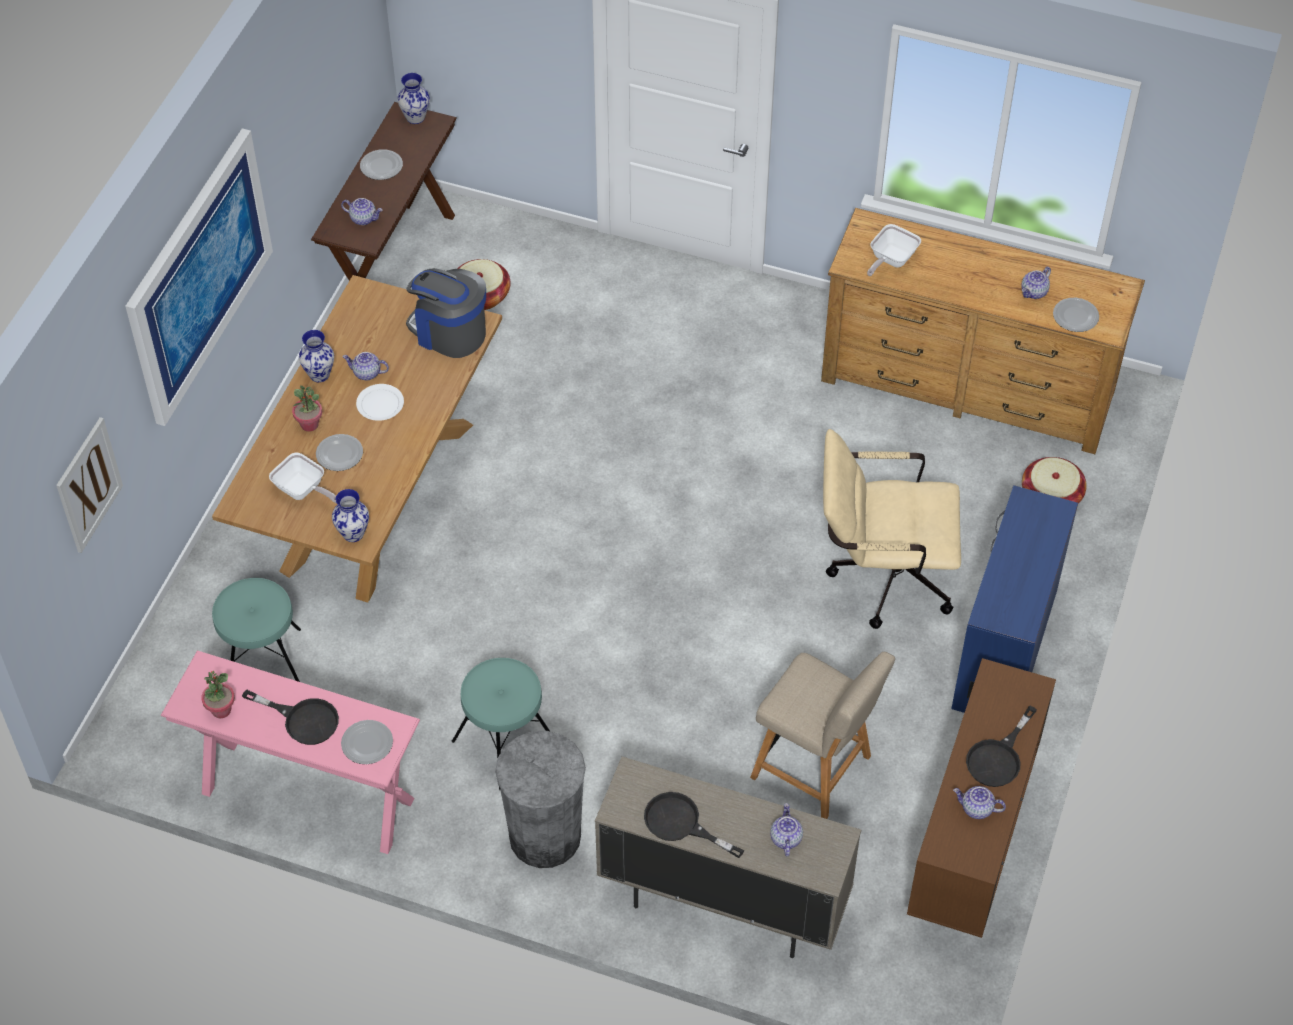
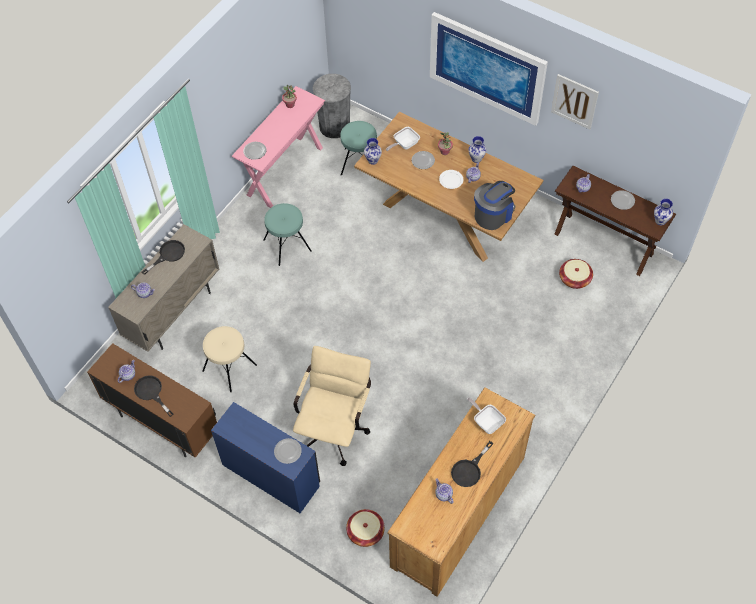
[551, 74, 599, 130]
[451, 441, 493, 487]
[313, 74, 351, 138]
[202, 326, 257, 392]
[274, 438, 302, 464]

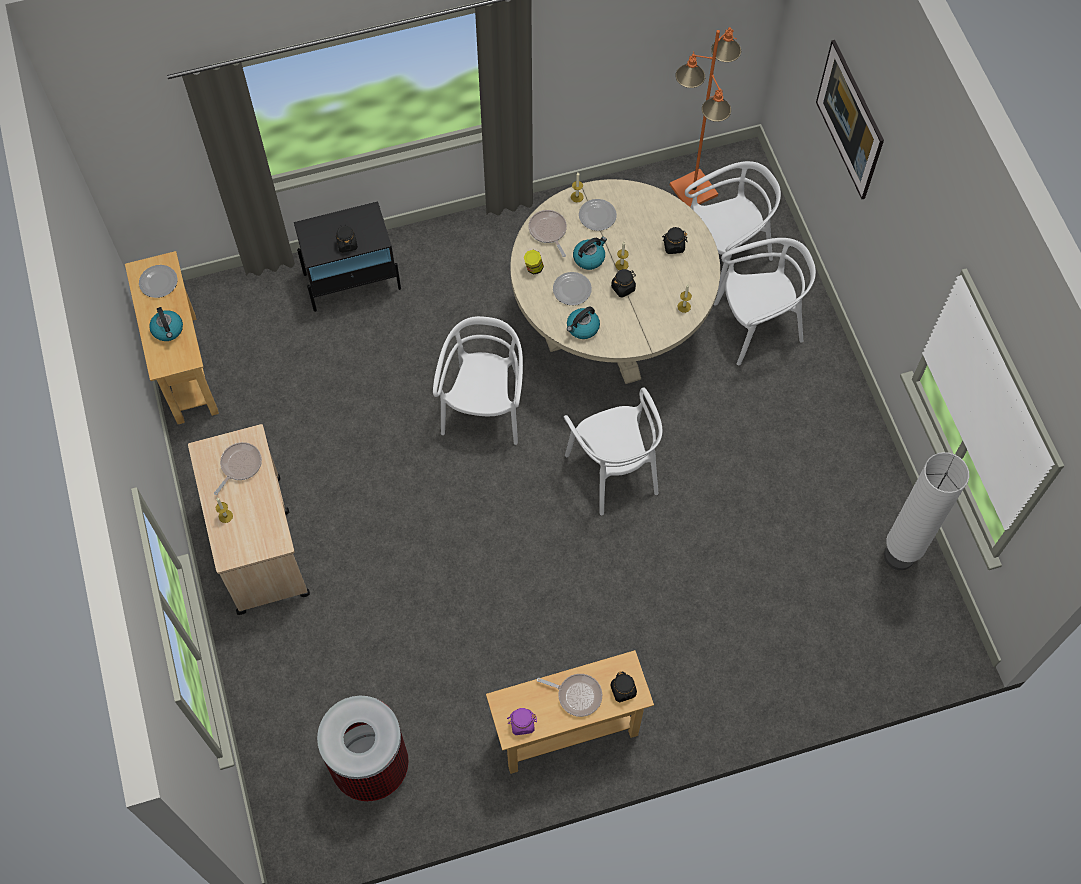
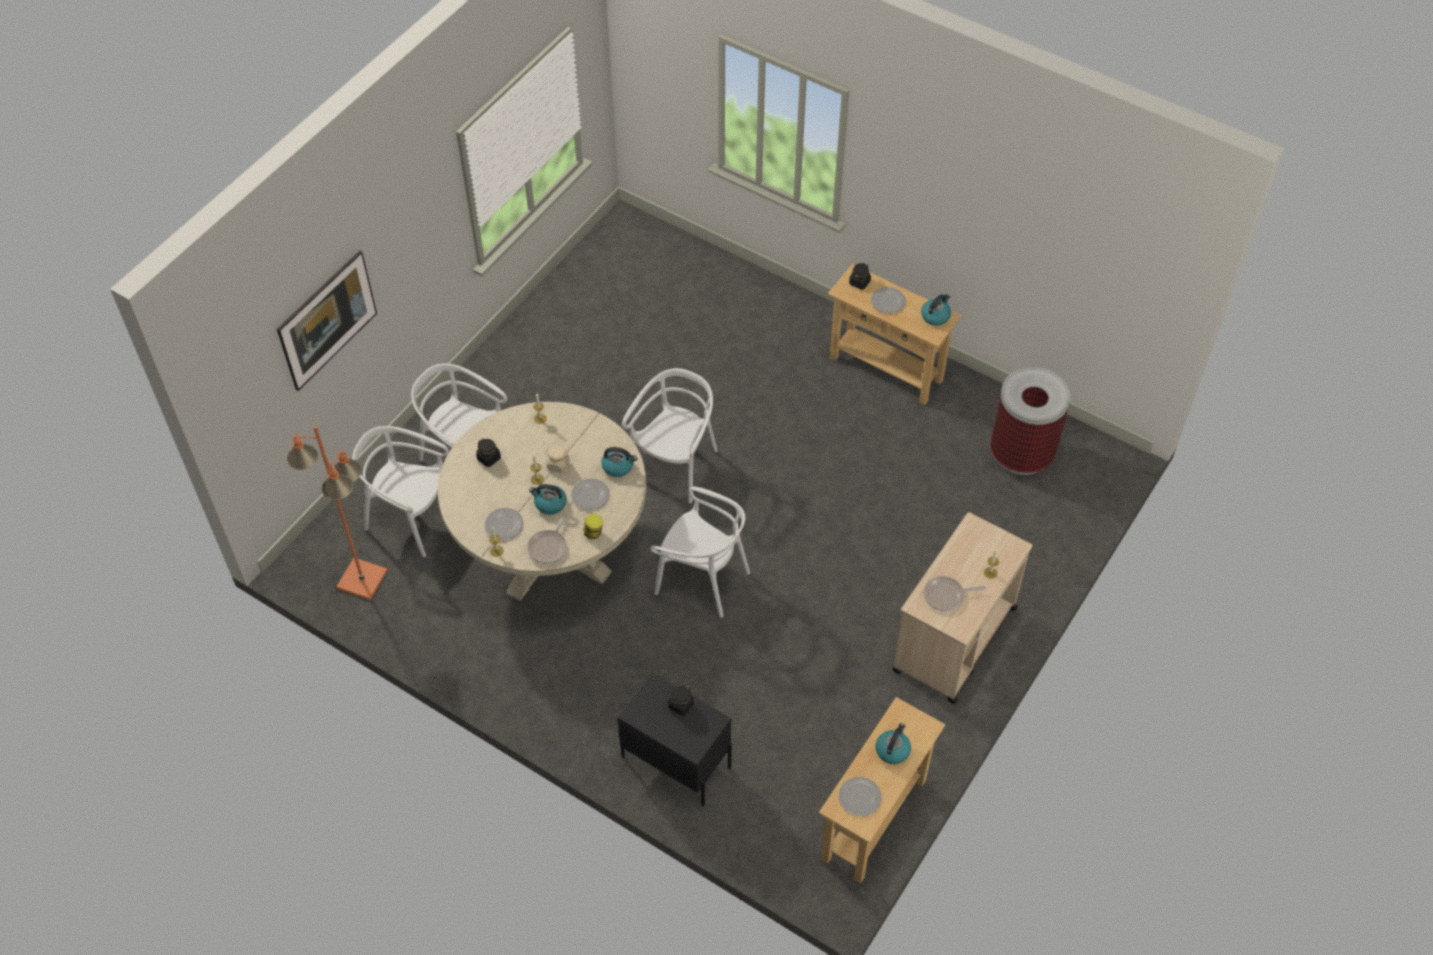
[650, 487, 750, 617]
[921, 294, 951, 326]
[871, 287, 906, 314]
[545, 446, 570, 473]
[884, 452, 969, 570] (first image)

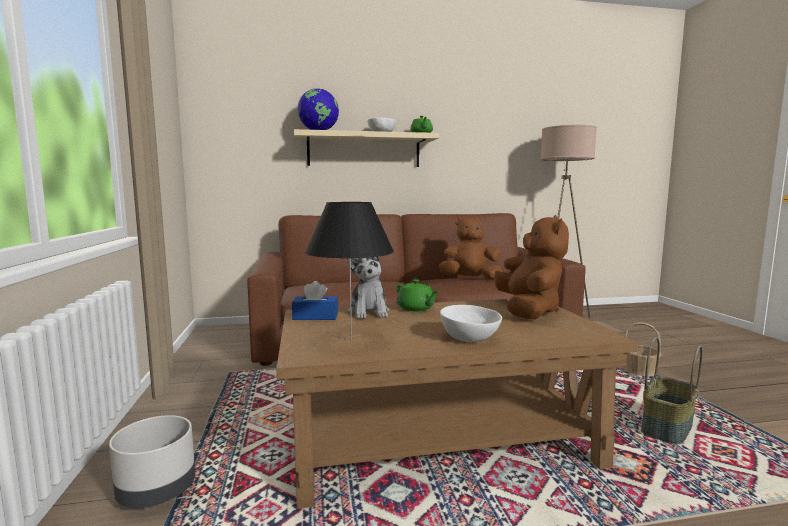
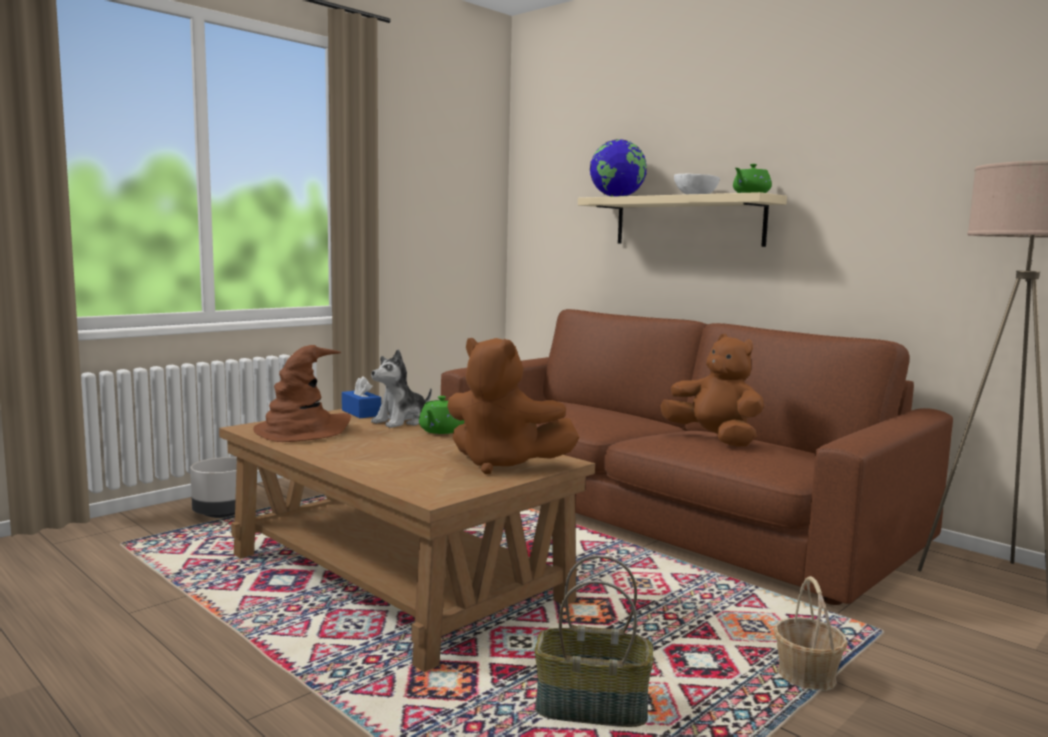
[253, 345, 351, 442]
[440, 305, 502, 342] (first image)
[447, 338, 579, 474]

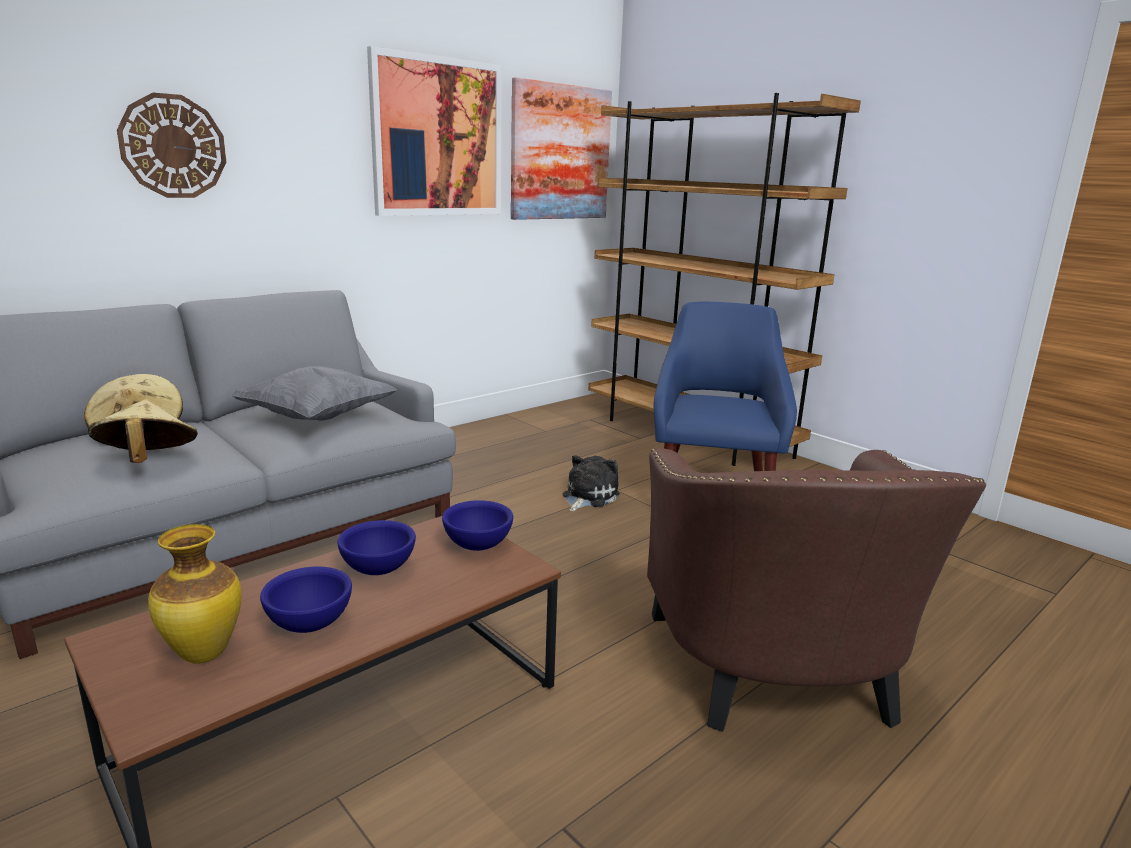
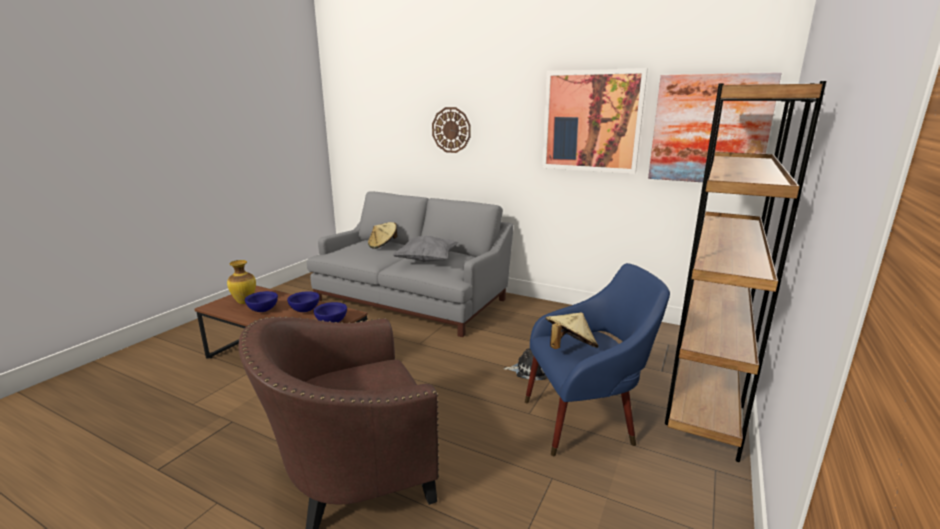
[545, 313, 598, 349]

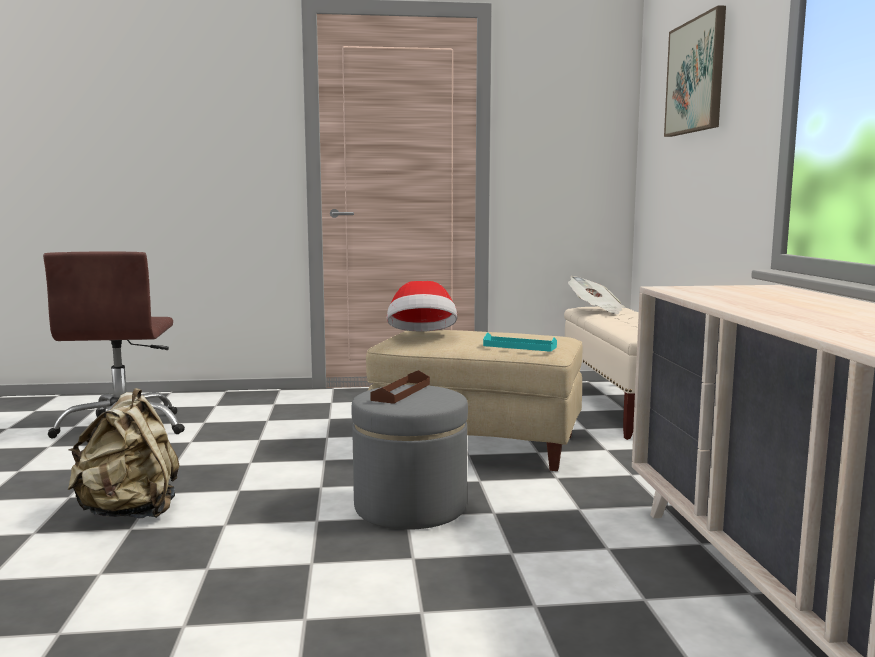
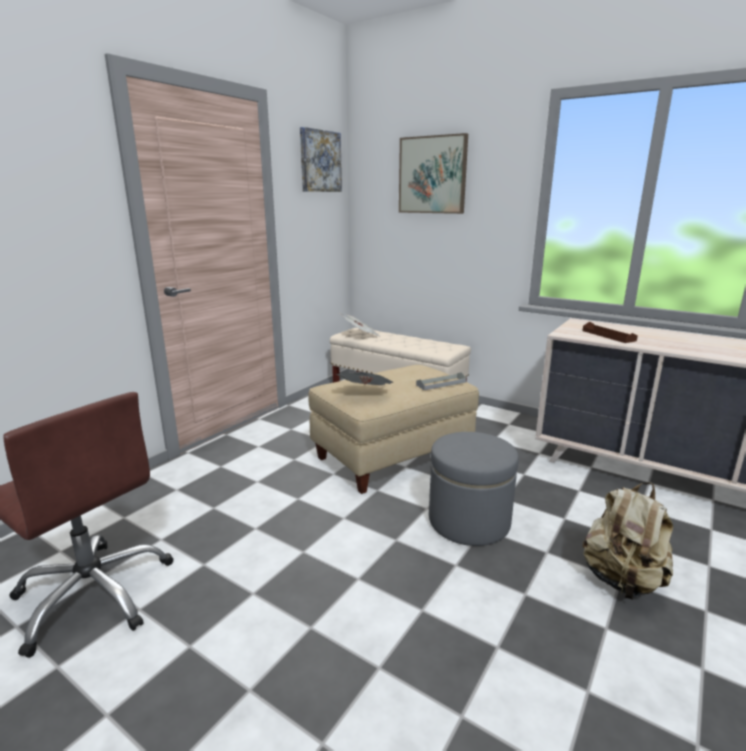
[583, 482, 673, 600]
[582, 322, 638, 343]
[336, 372, 393, 385]
[416, 372, 466, 390]
[300, 127, 342, 192]

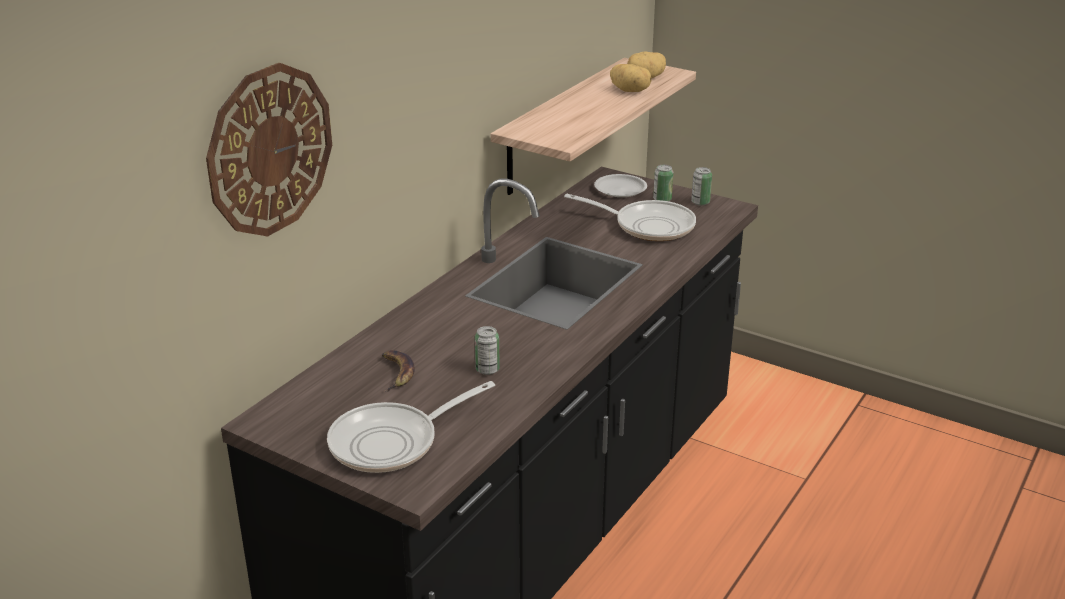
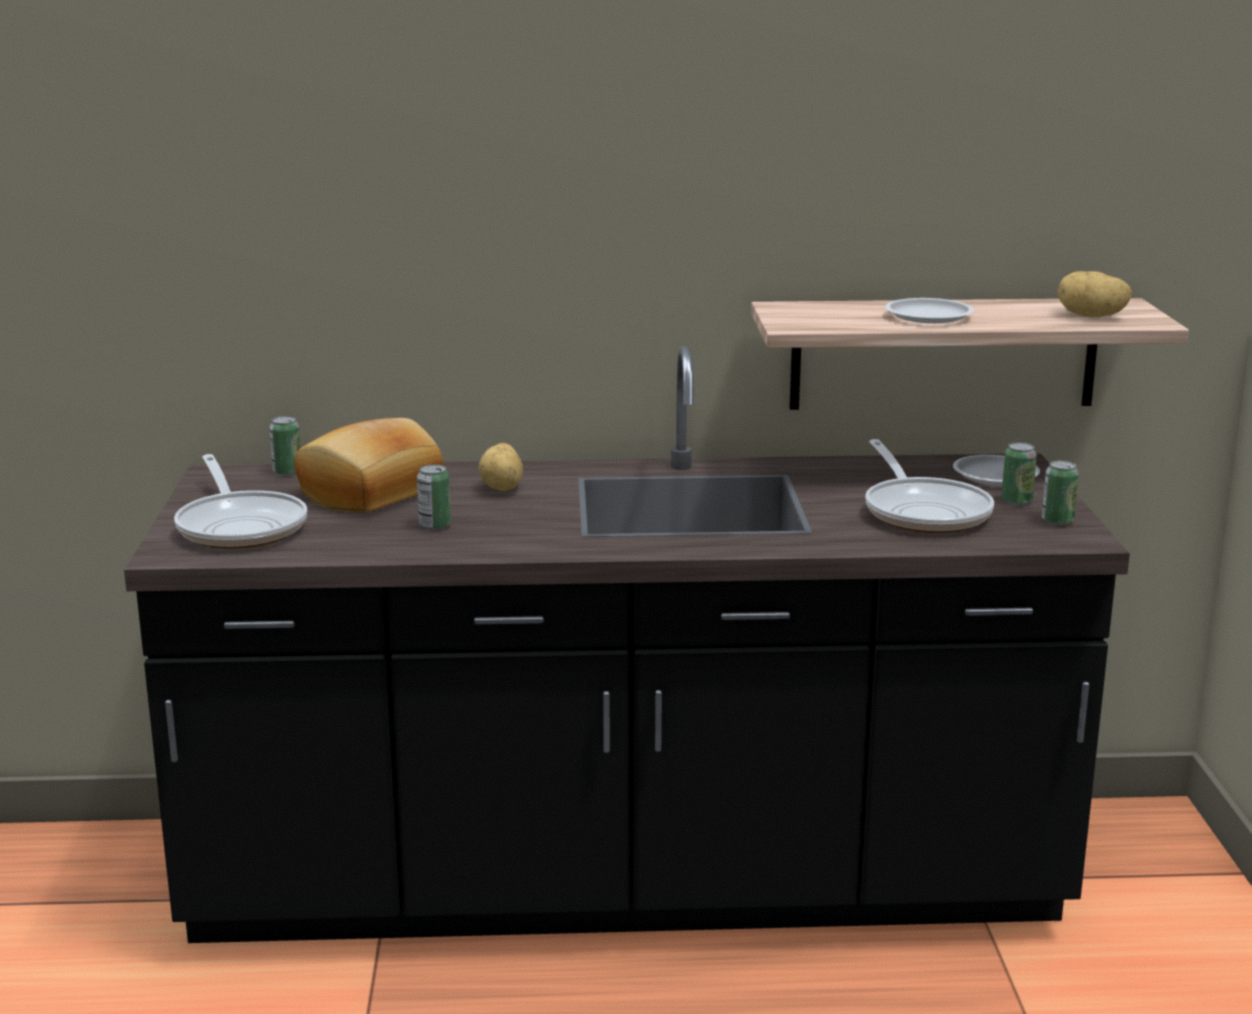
[206, 63, 332, 237] (first image)
[174, 454, 307, 549]
[294, 418, 443, 513]
[479, 443, 523, 491]
[269, 416, 301, 476]
[885, 298, 974, 323]

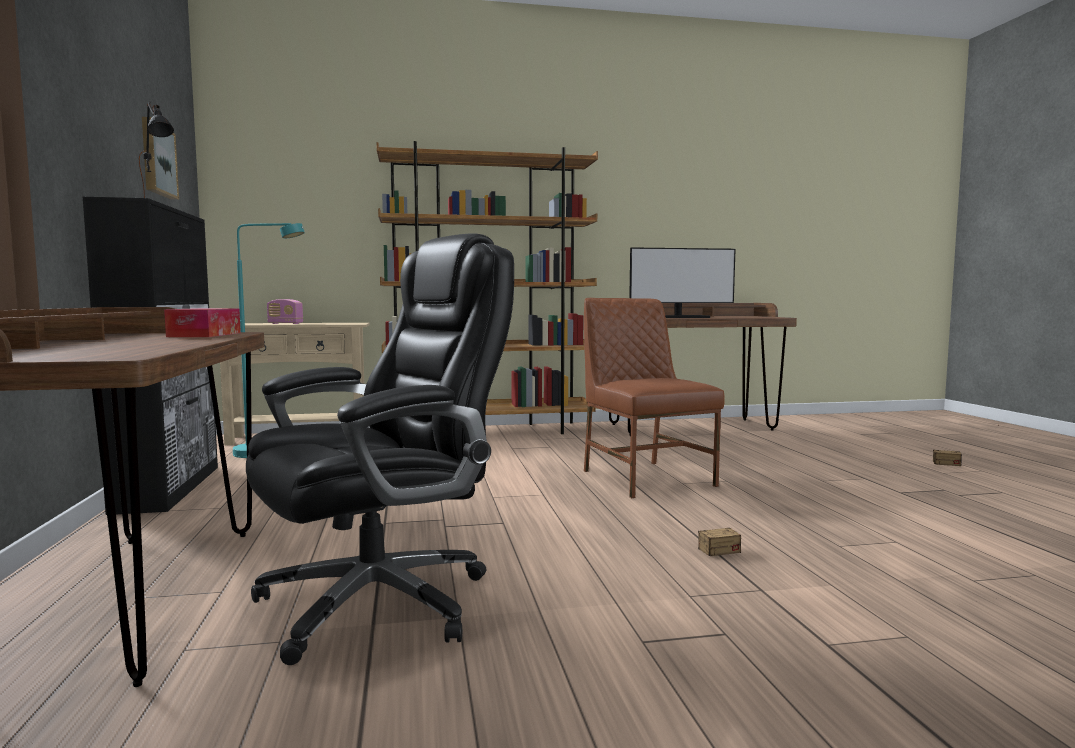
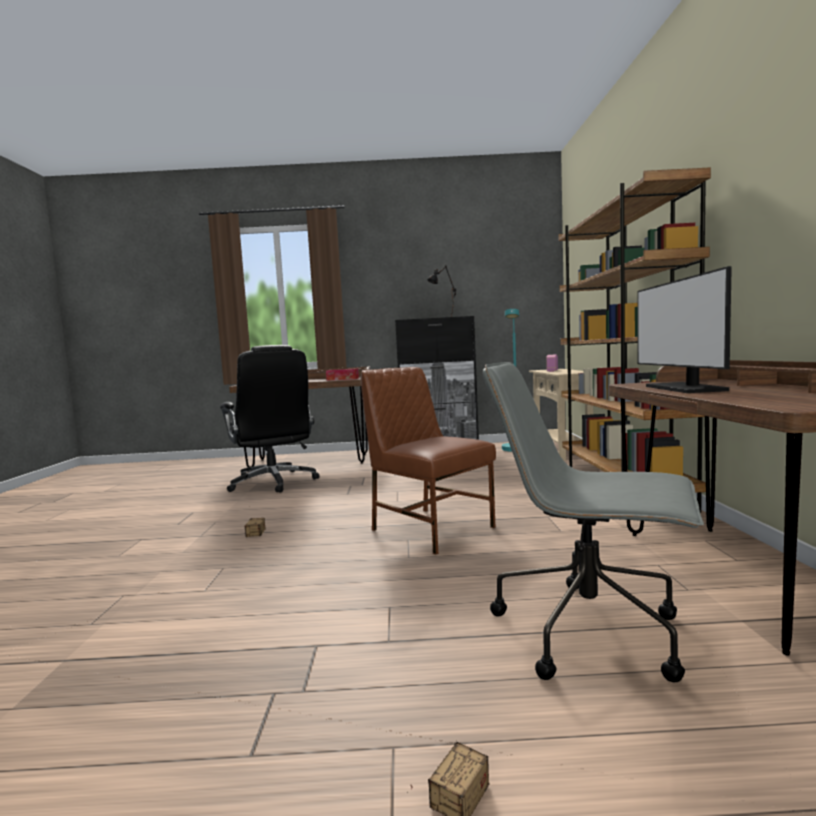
[142, 117, 179, 200] (first image)
[361, 367, 496, 555]
[483, 362, 704, 682]

